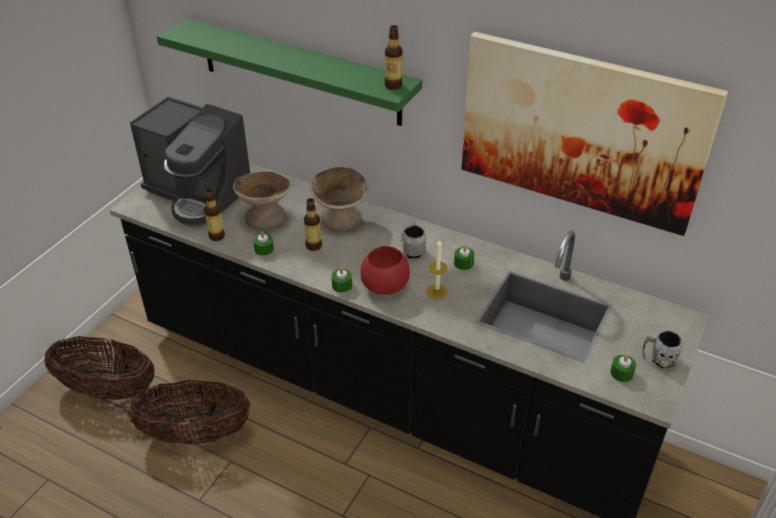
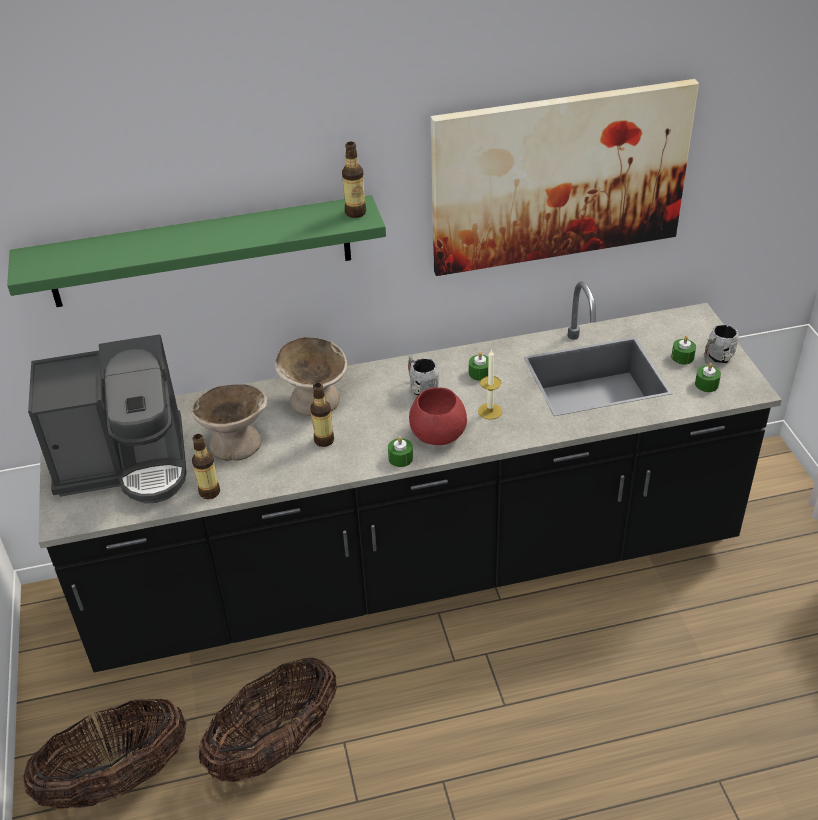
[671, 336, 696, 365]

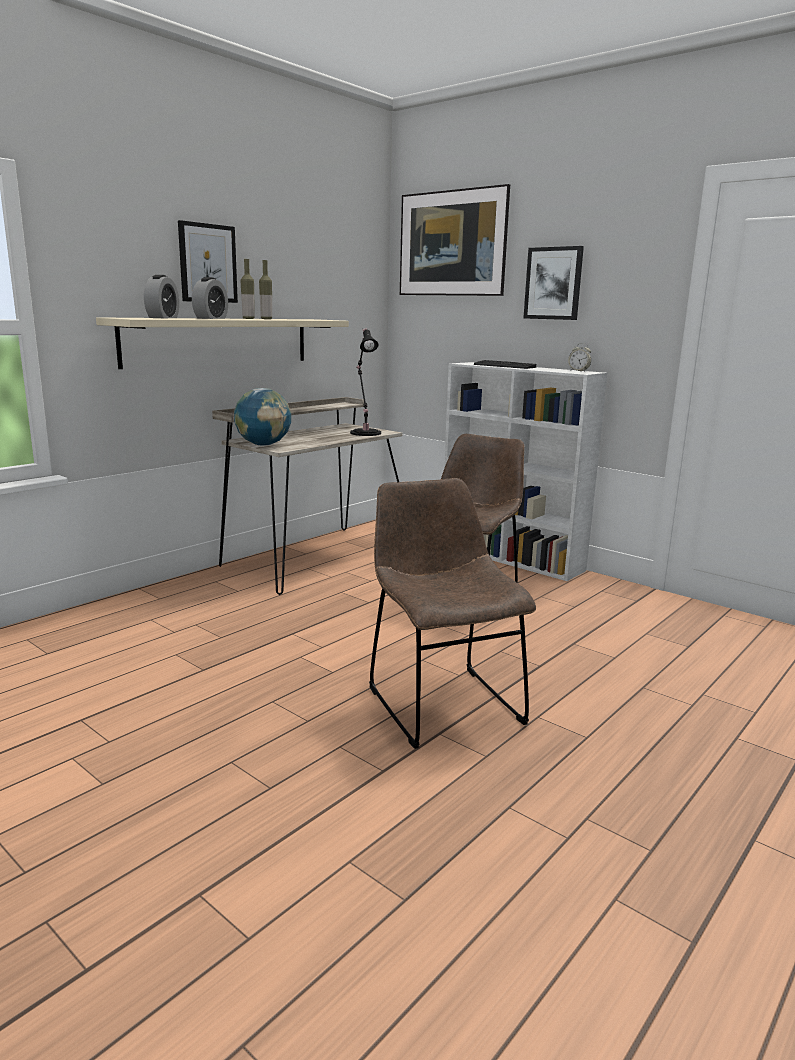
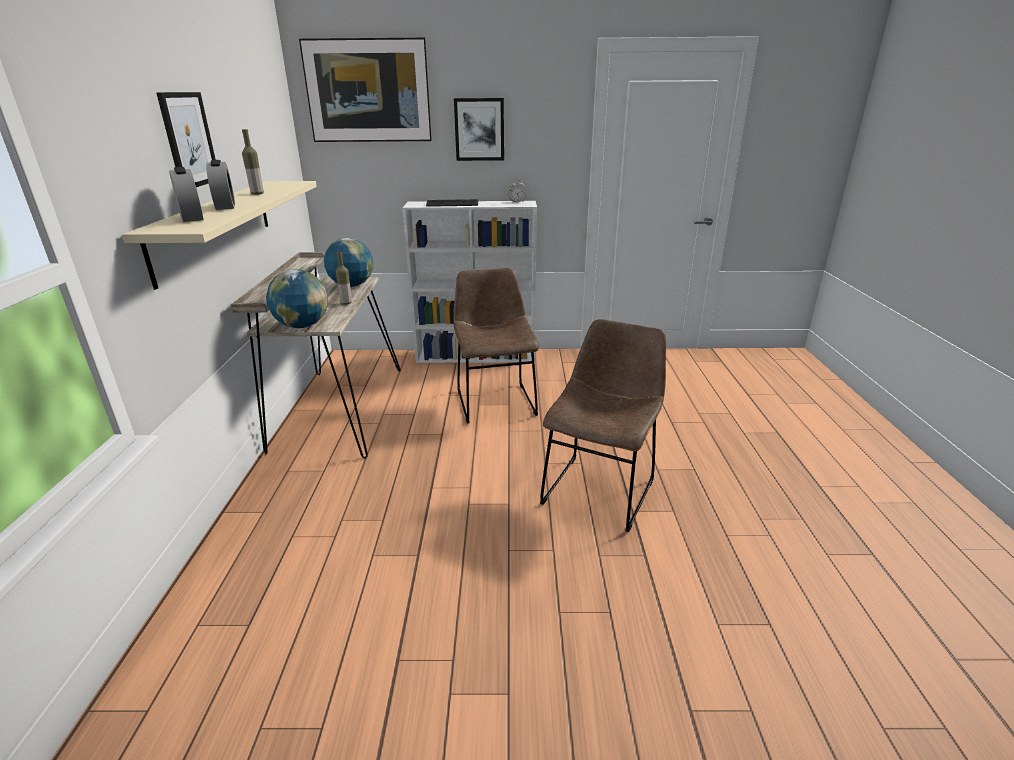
[336, 252, 352, 305]
[324, 238, 373, 287]
[540, 319, 666, 532]

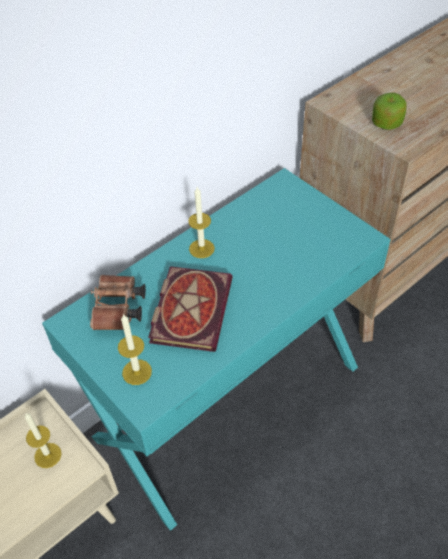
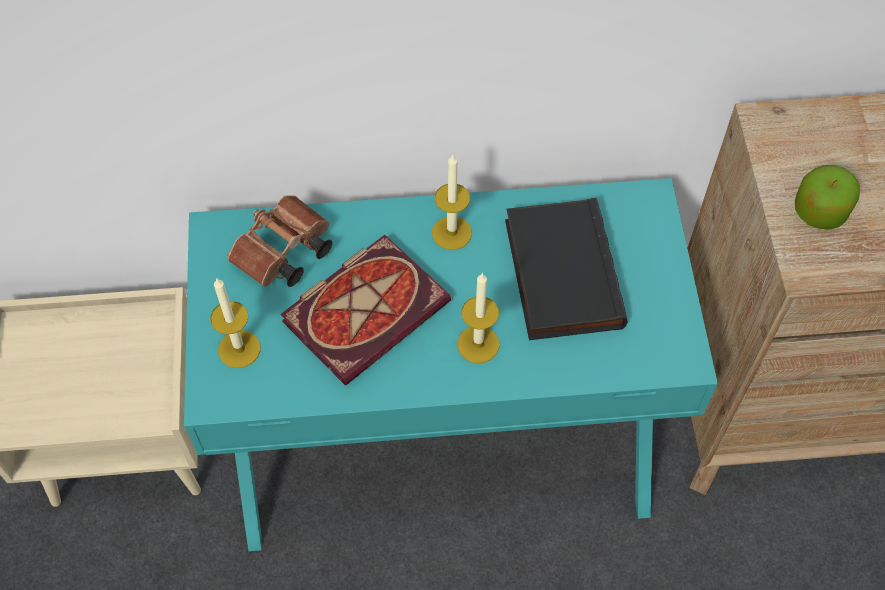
[457, 273, 499, 363]
[505, 198, 627, 340]

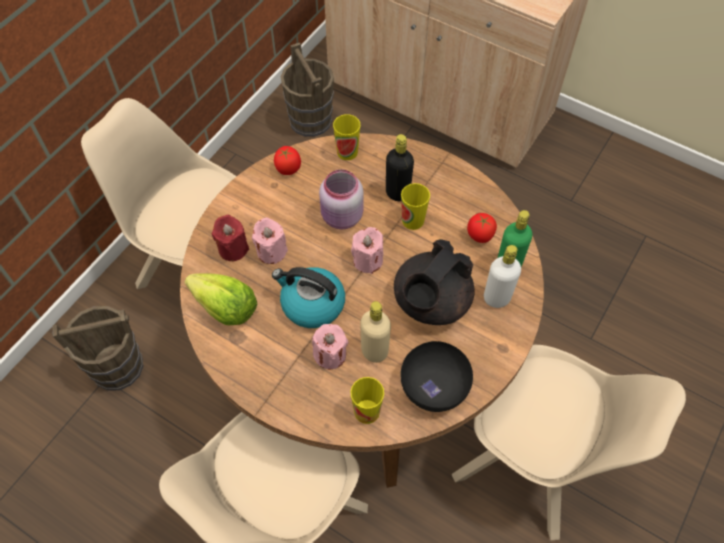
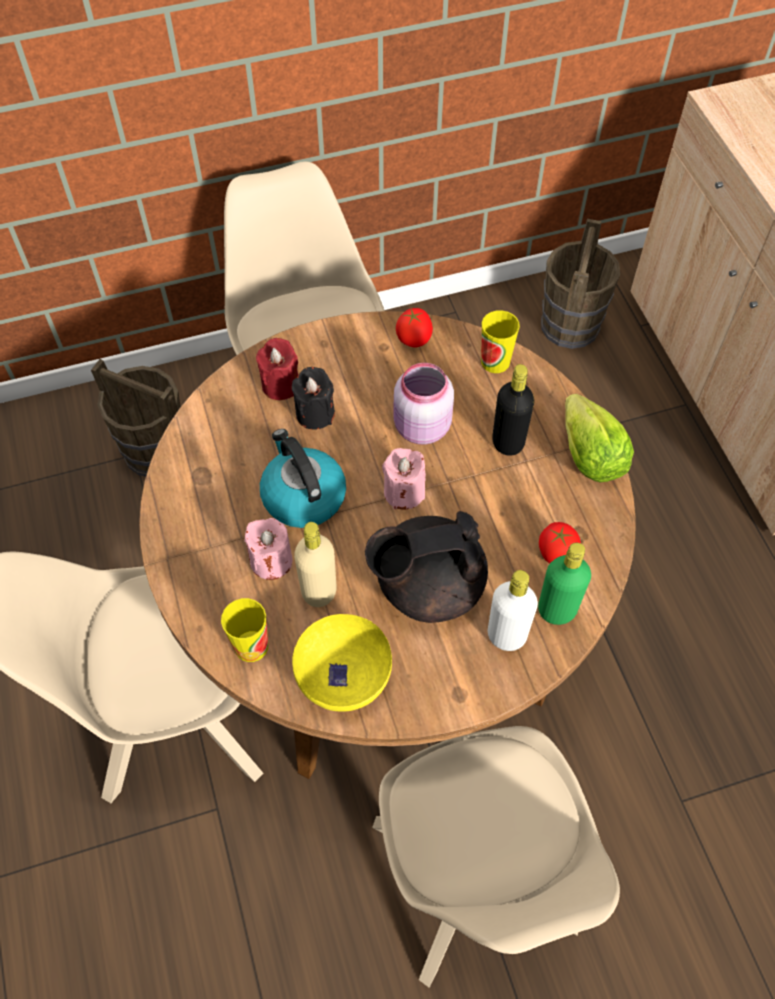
[565, 394, 634, 482]
[292, 367, 335, 430]
[292, 614, 392, 712]
[401, 183, 430, 230] (first image)

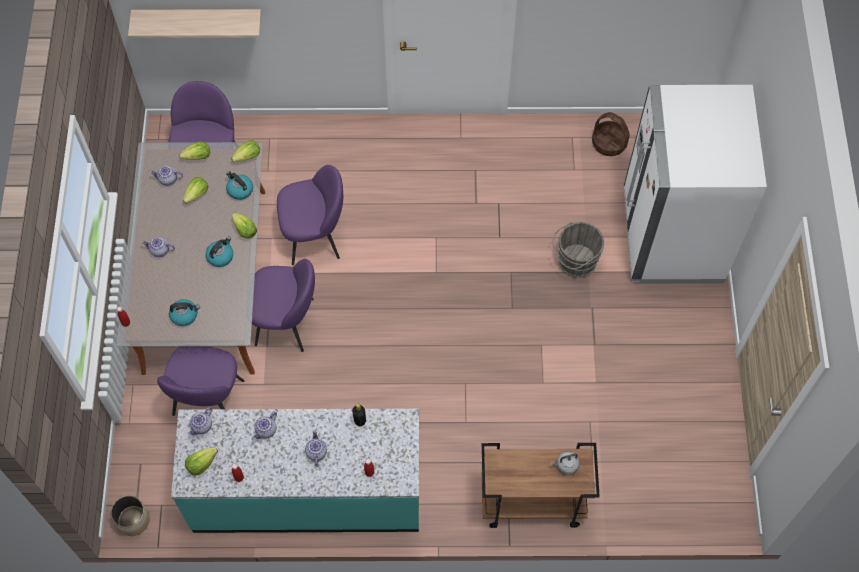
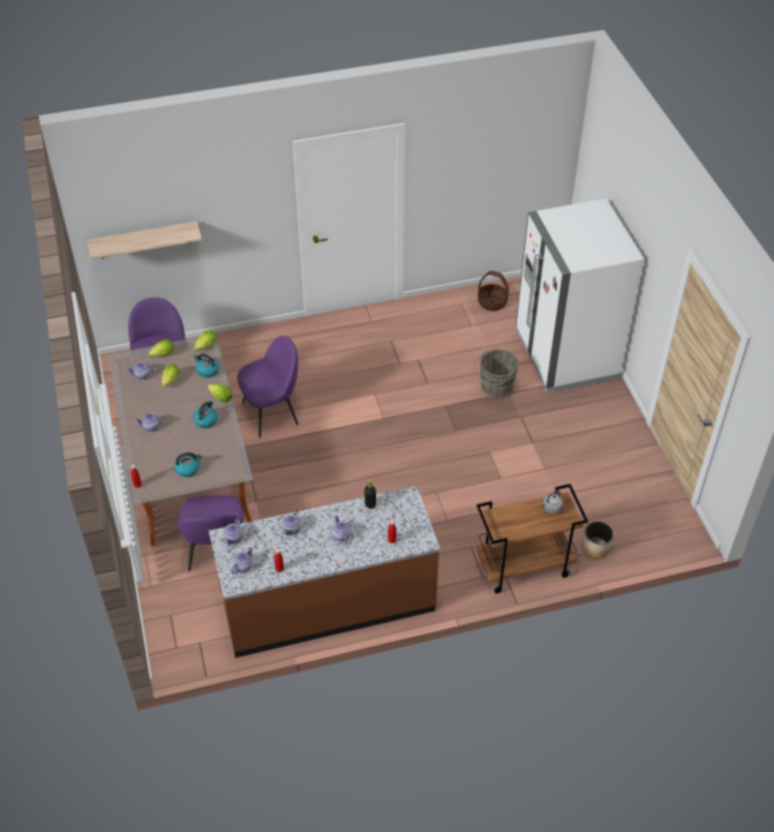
[582, 521, 614, 559]
[209, 486, 440, 658]
[231, 547, 253, 574]
[252, 259, 315, 352] (first image)

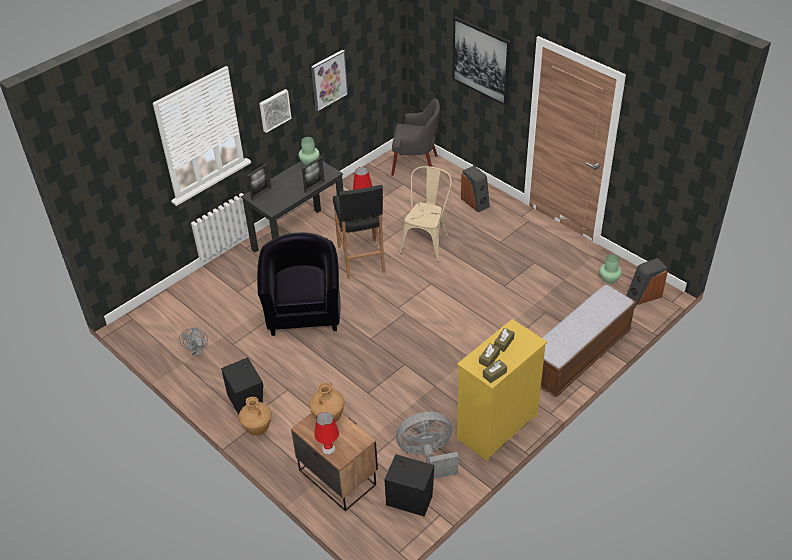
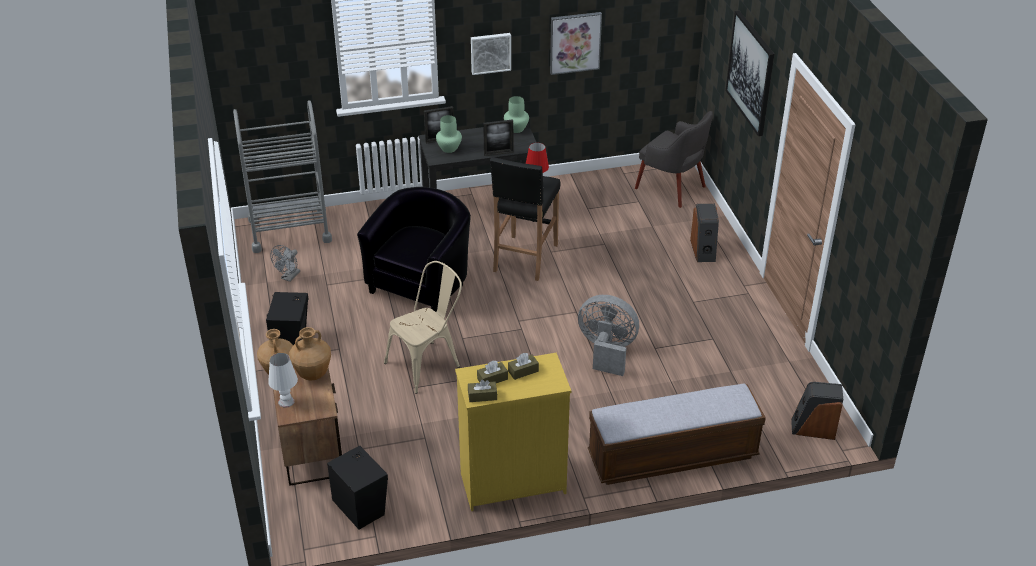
[268, 353, 298, 408]
[578, 295, 639, 376]
[384, 261, 462, 394]
[436, 115, 462, 153]
[233, 100, 332, 253]

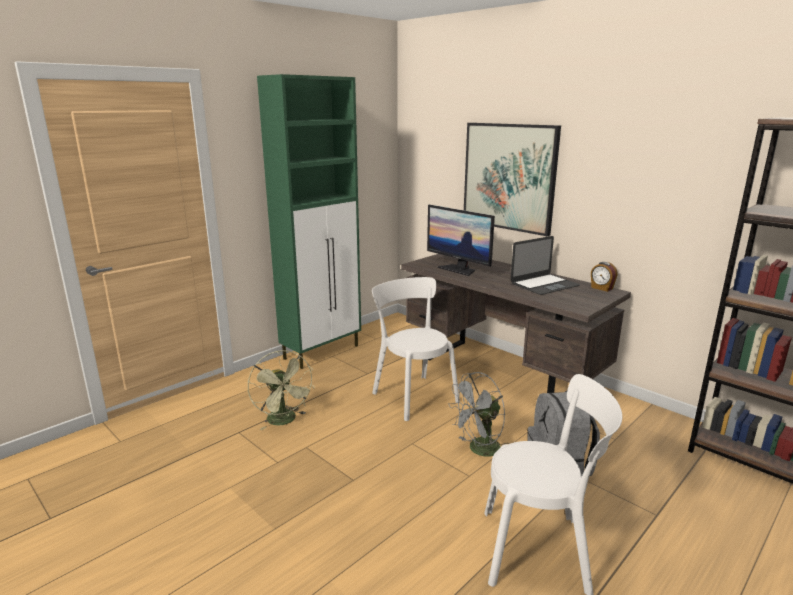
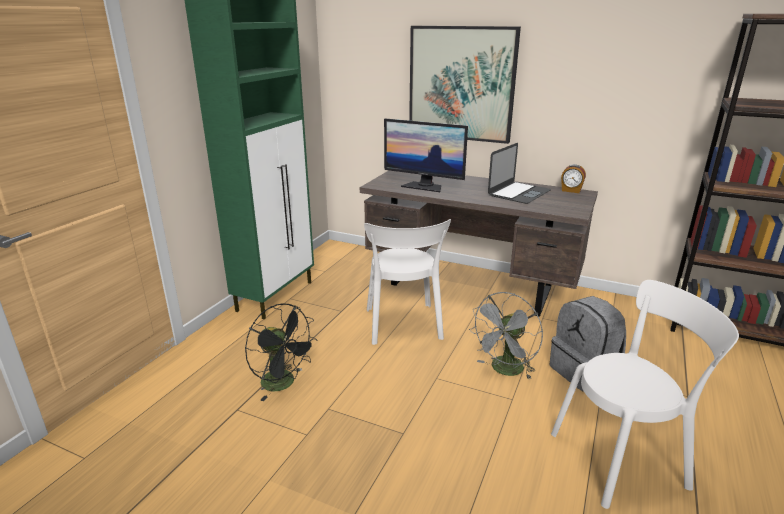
[245, 303, 318, 401]
[364, 219, 451, 345]

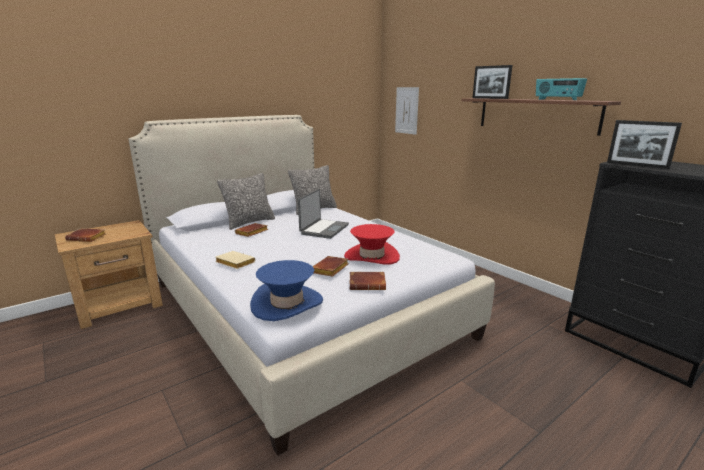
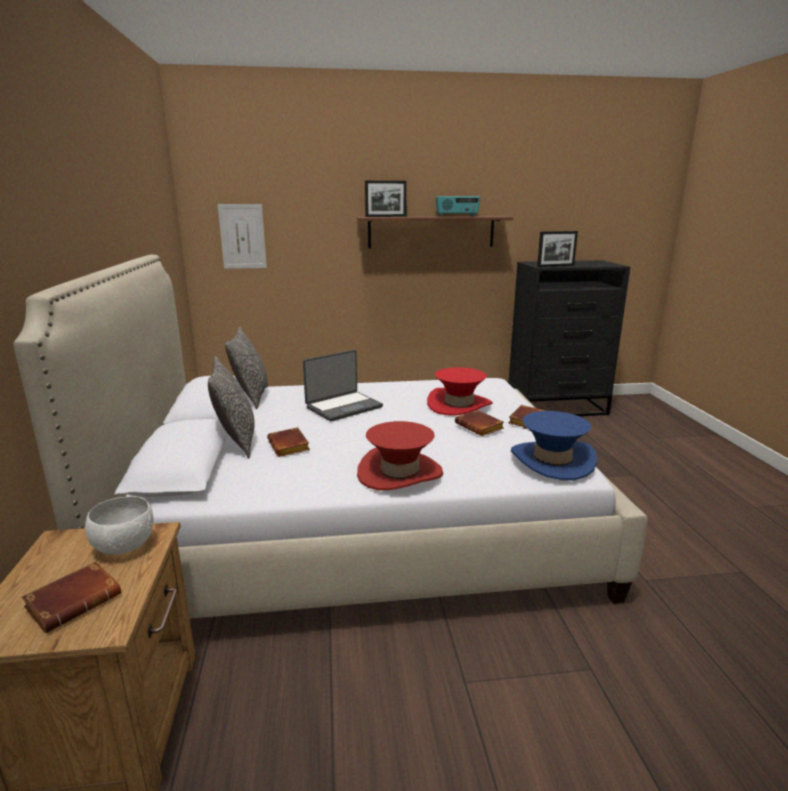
[357, 421, 443, 491]
[303, 350, 383, 421]
[85, 496, 154, 555]

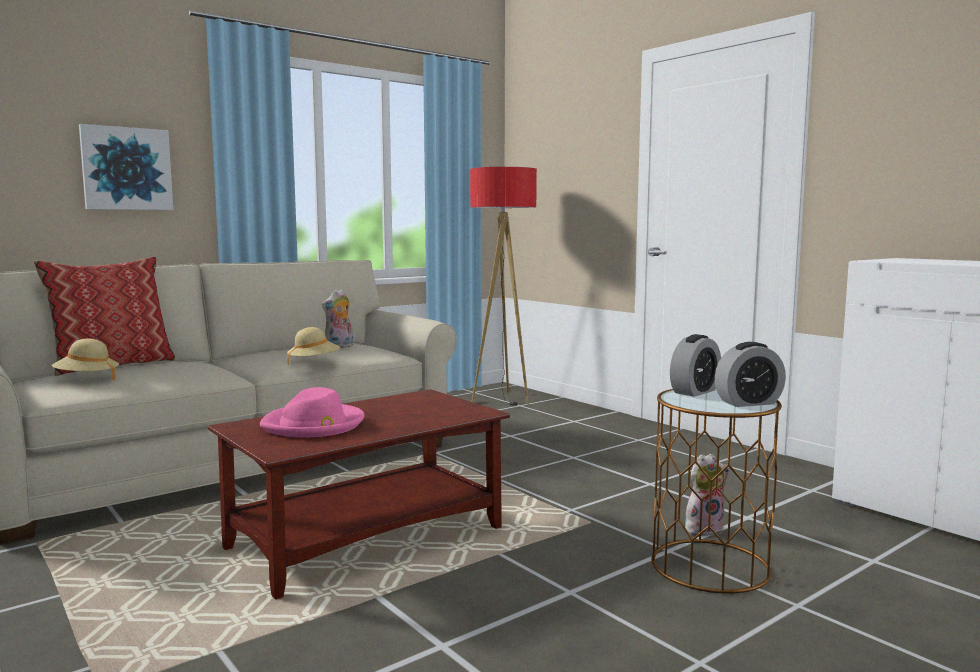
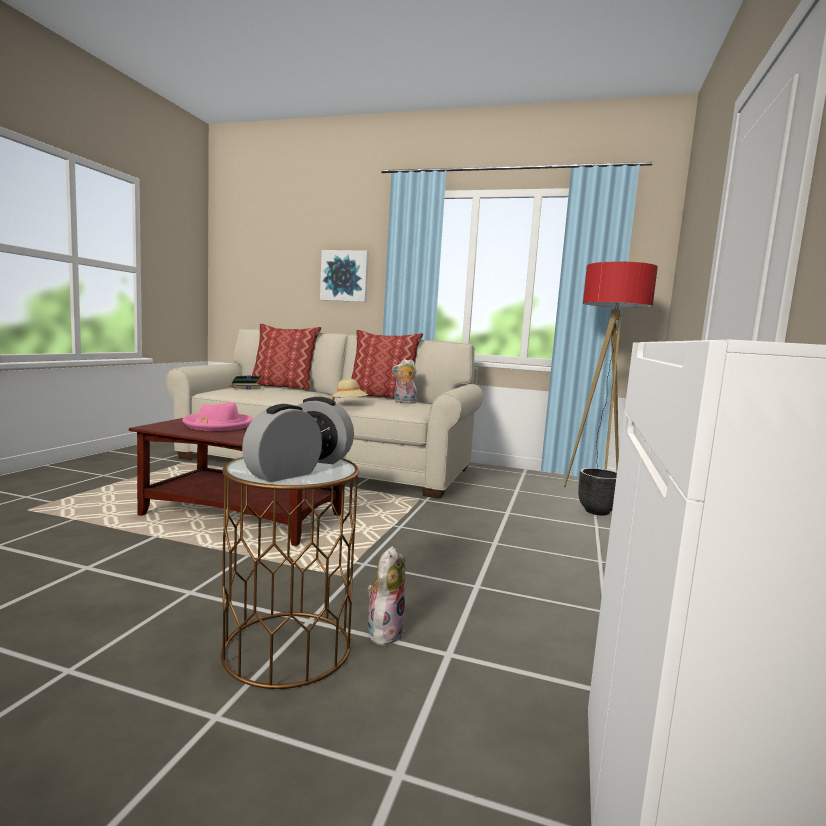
[228, 375, 261, 390]
[367, 546, 405, 645]
[242, 404, 322, 482]
[351, 330, 423, 399]
[578, 468, 617, 516]

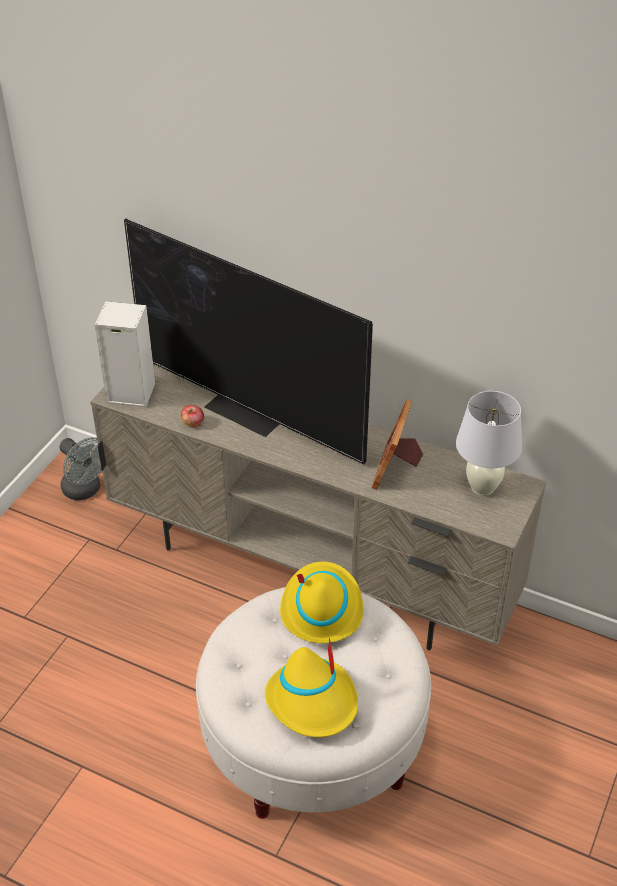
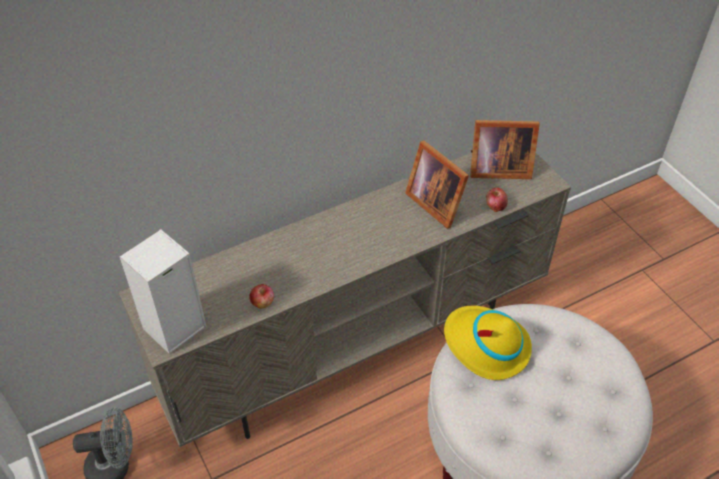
[124, 218, 373, 464] (first image)
[265, 637, 358, 737] (first image)
[470, 120, 540, 179]
[486, 188, 508, 212]

